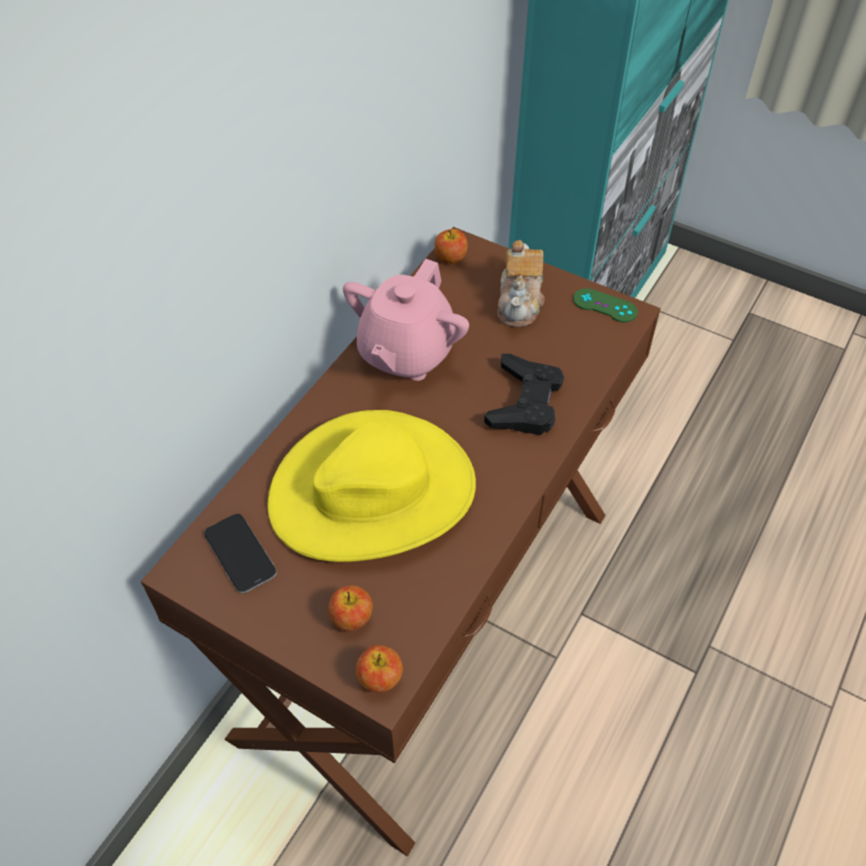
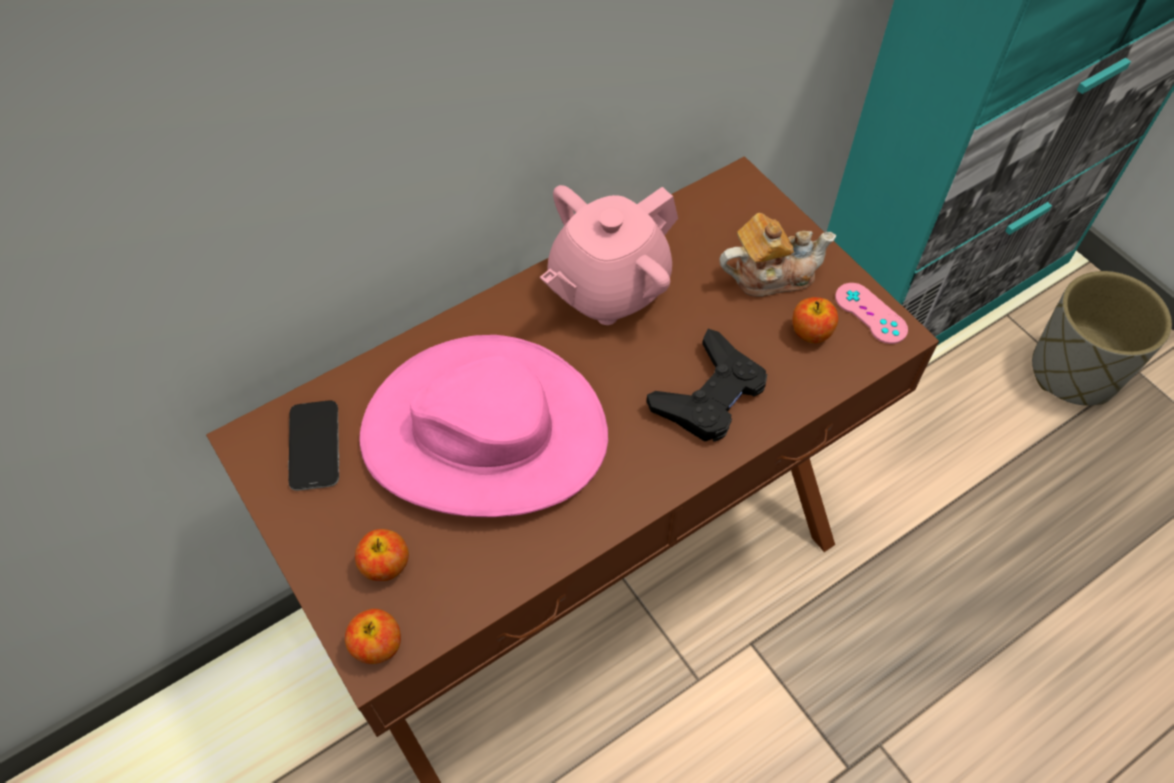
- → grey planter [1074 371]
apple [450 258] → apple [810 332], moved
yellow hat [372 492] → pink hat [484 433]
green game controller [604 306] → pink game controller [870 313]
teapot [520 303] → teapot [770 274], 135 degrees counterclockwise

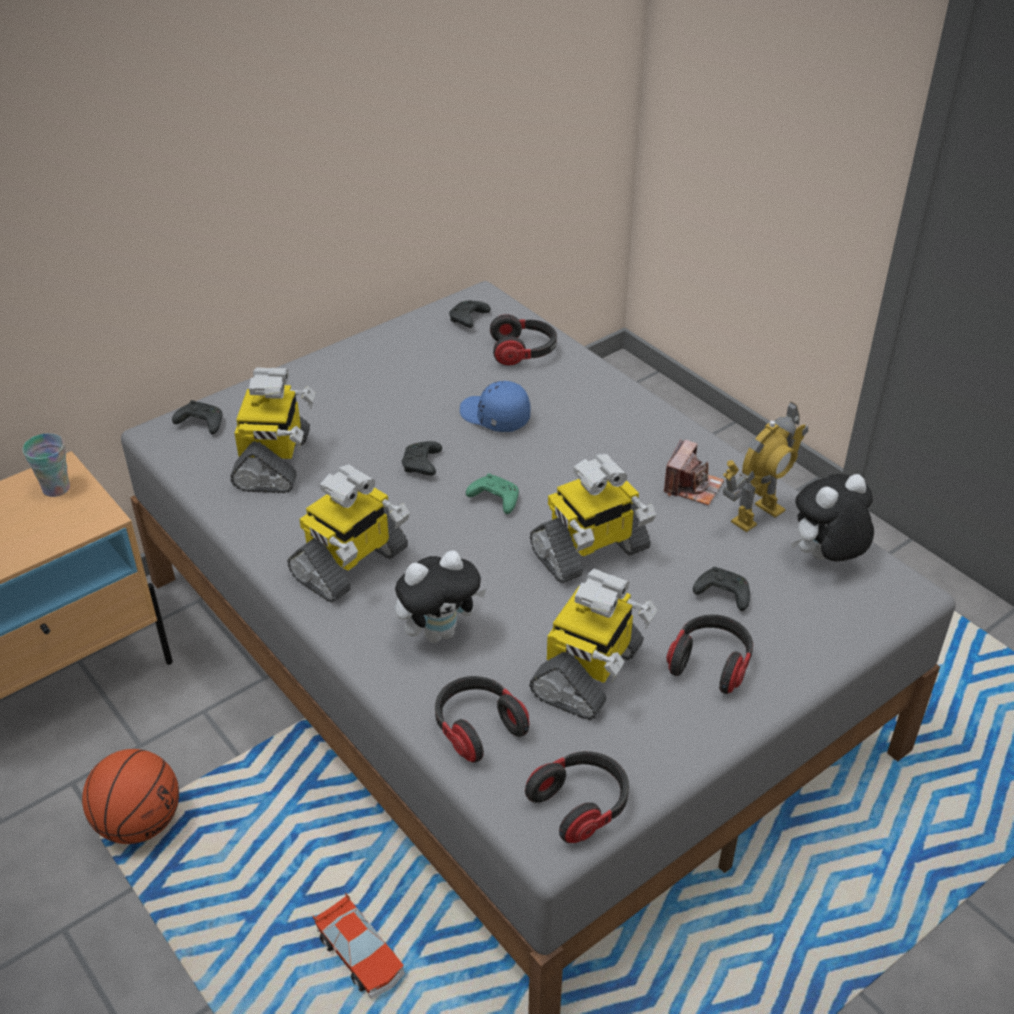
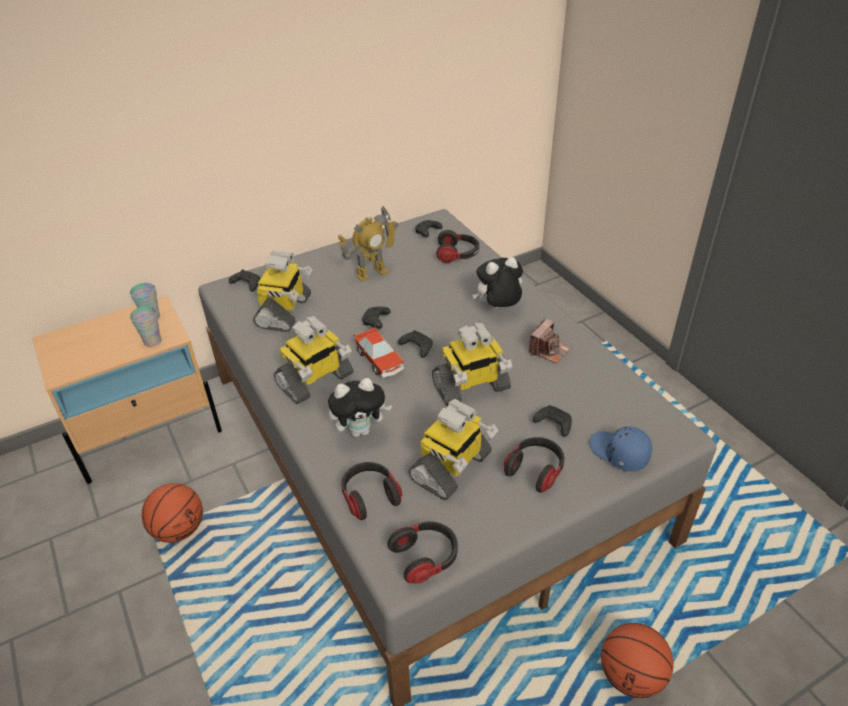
- → cup [152 341]
- → basketball [631 675]
toy car [360 956] → toy car [379 360], moved
blue cap [494 417] → blue cap [618 453], moved
toy robot [756 515] → toy robot [372 273], moved
plush toy [825 559] → plush toy [498 308], moved
green game controller [494 500] → black game controller [416 347]

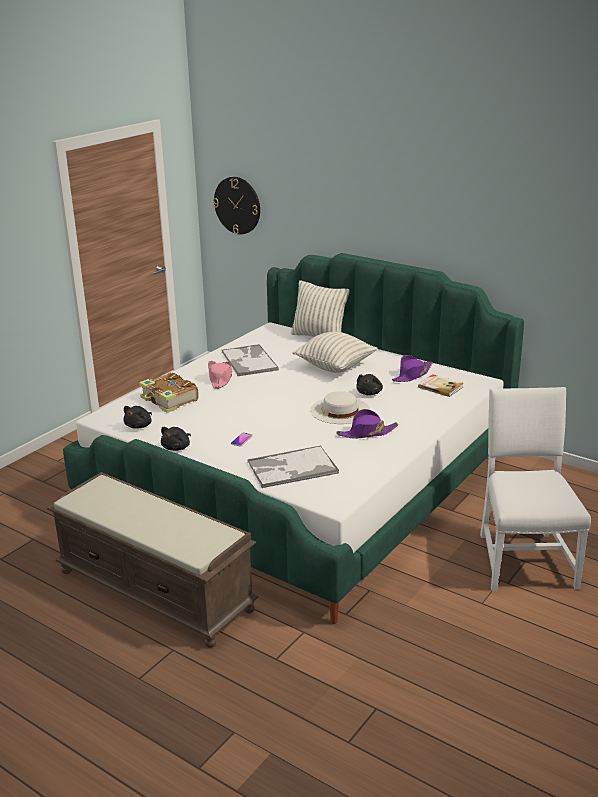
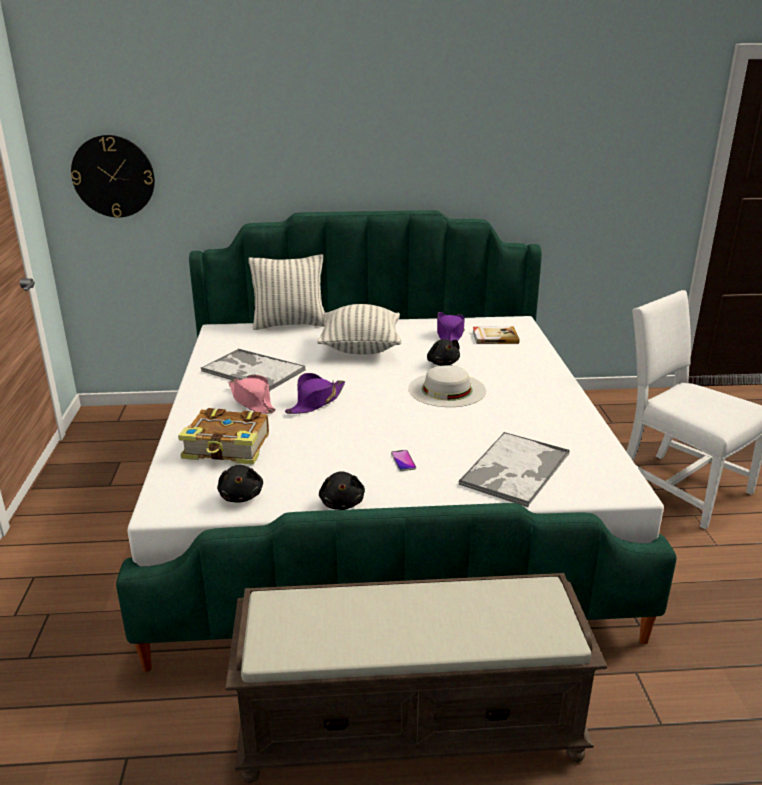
purple hat [367 433] → purple hat [316 402], moved

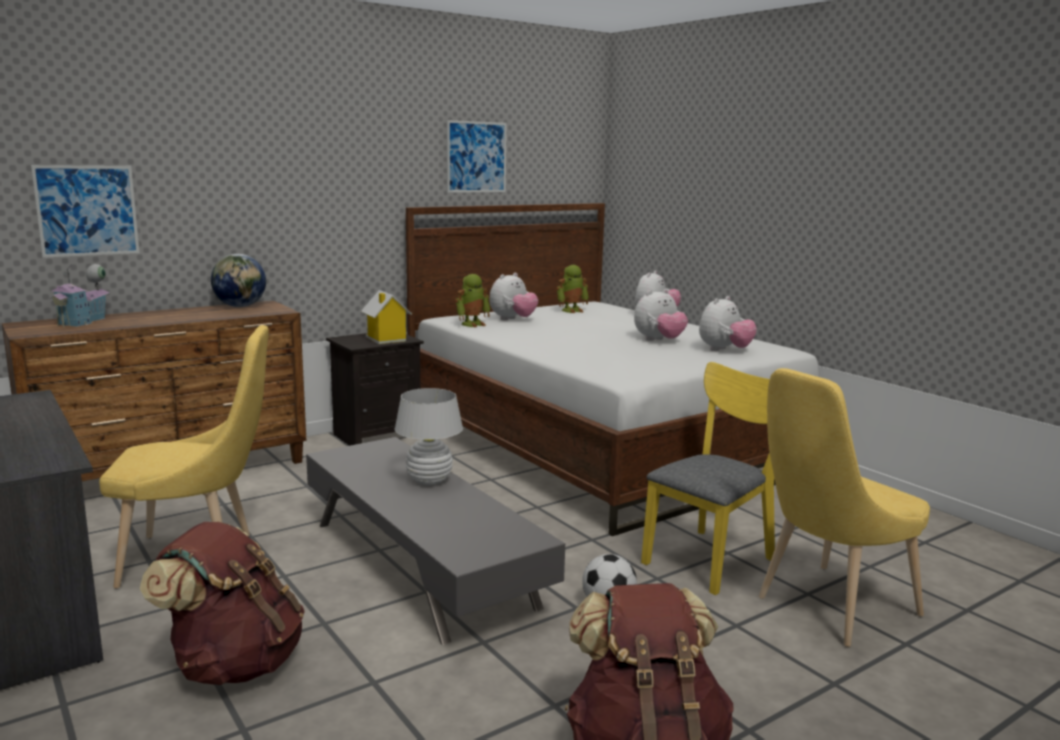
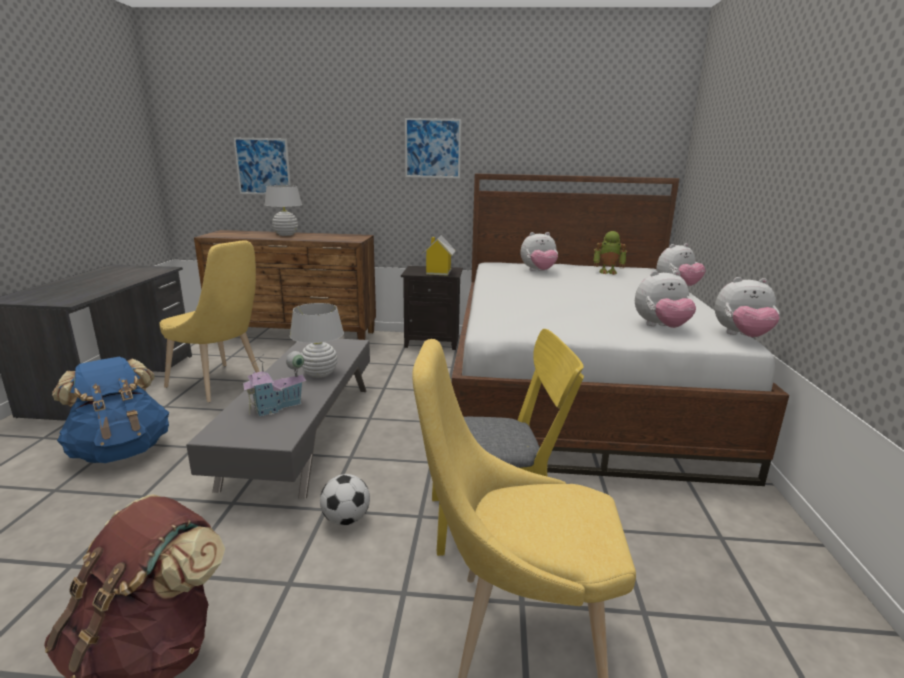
globe [240 306] → -
toy robot [472 324] → -
- → white table lamp [286 235]
toy house [84 322] → toy house [277 407], moved
picture [476 157] → picture [432 148], moved
plush toy [659 341] → plush toy [741 336], moved
brown backpack [233 664] → blue backpack [121 450]

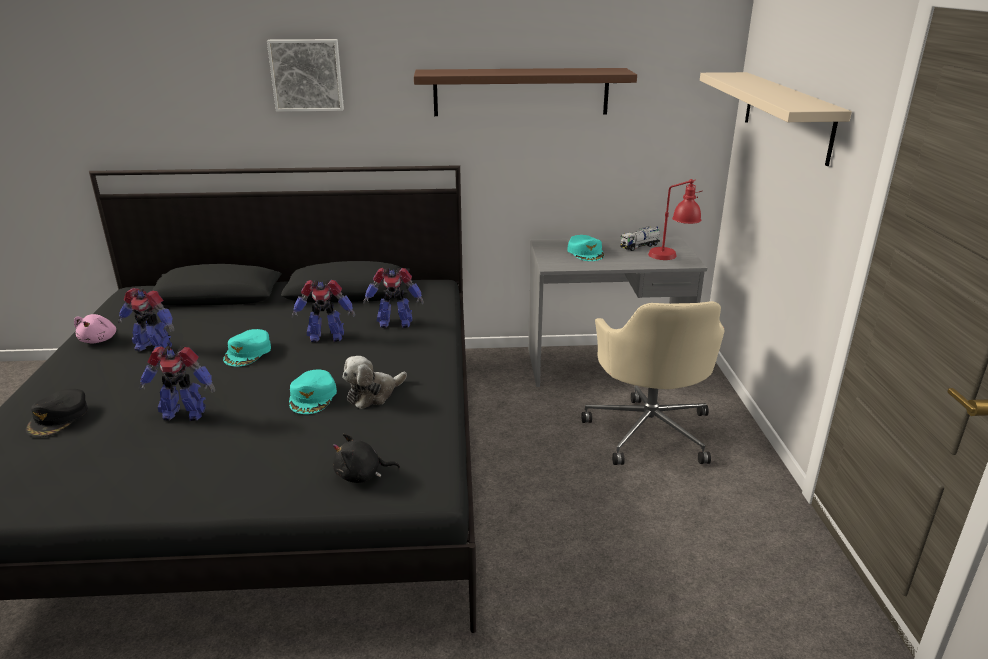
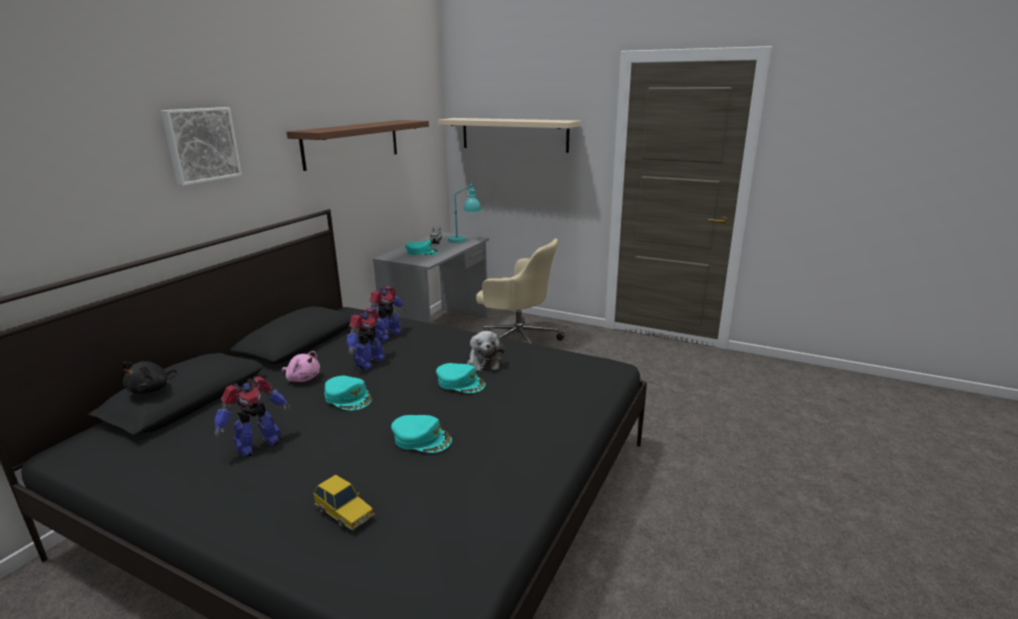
pink plush toy [99 340] → pink plush toy [303 378], moved
black plush toy [361 475] → black plush toy [151 389], moved
black cap [59 418] → toy car [345 512]
toy robot [184 413] → turquoise cap [422 438]
red table lamp [672 258] → turquoise table lamp [465 240]

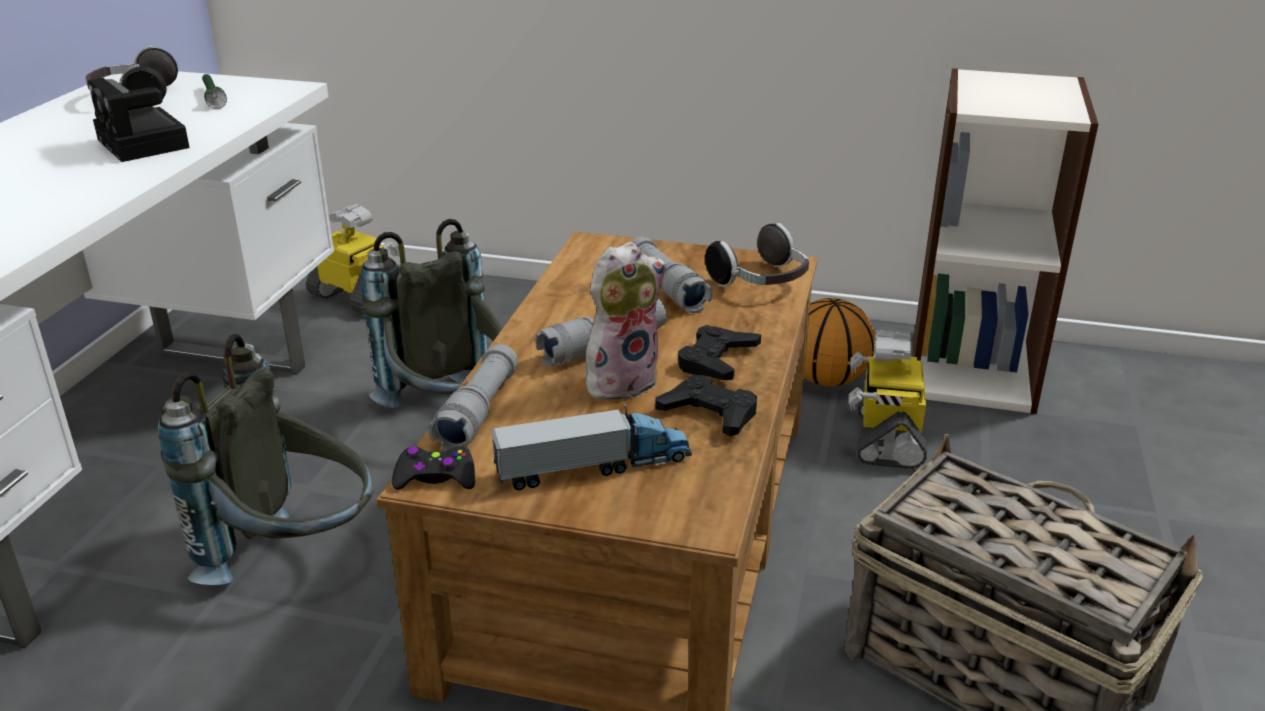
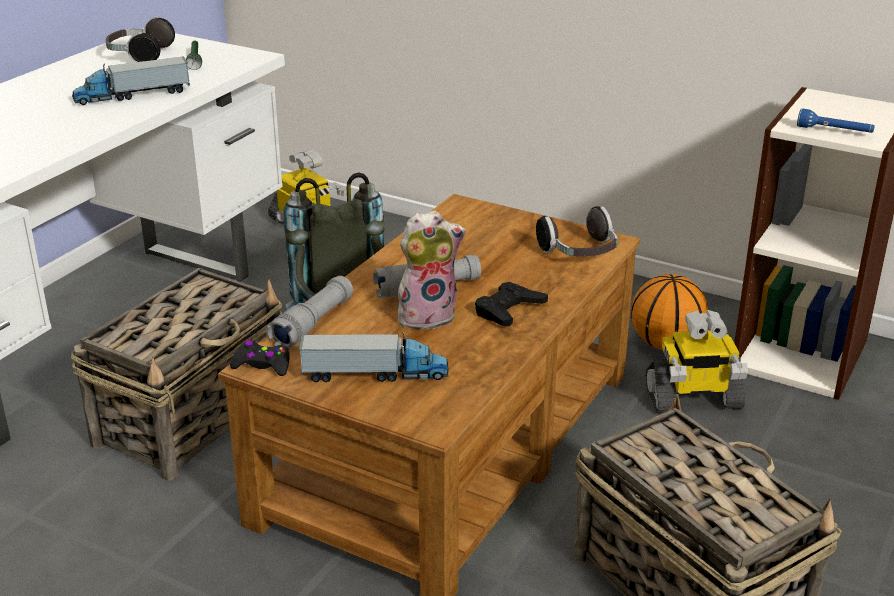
grey flashlight [666 288] → -
black game controller [709 413] → -
- → blue flashlight [834 131]
photo camera [145 145] → toy truck [132 95]
grey backpack [294 556] → basket [193 416]
toy robot [886 437] → toy robot [693 399], 120 degrees counterclockwise

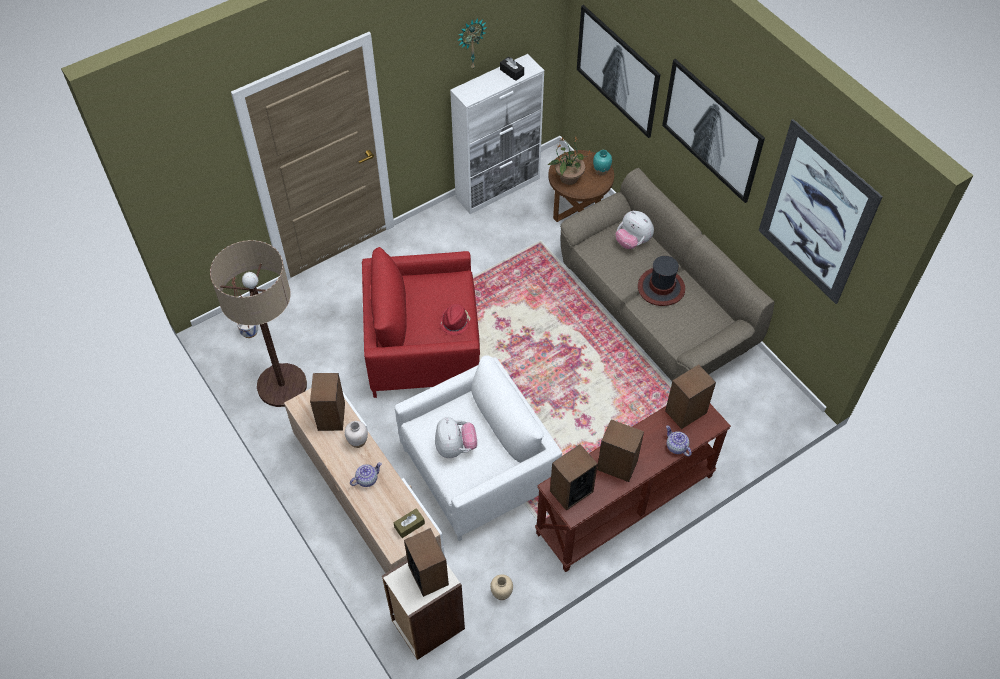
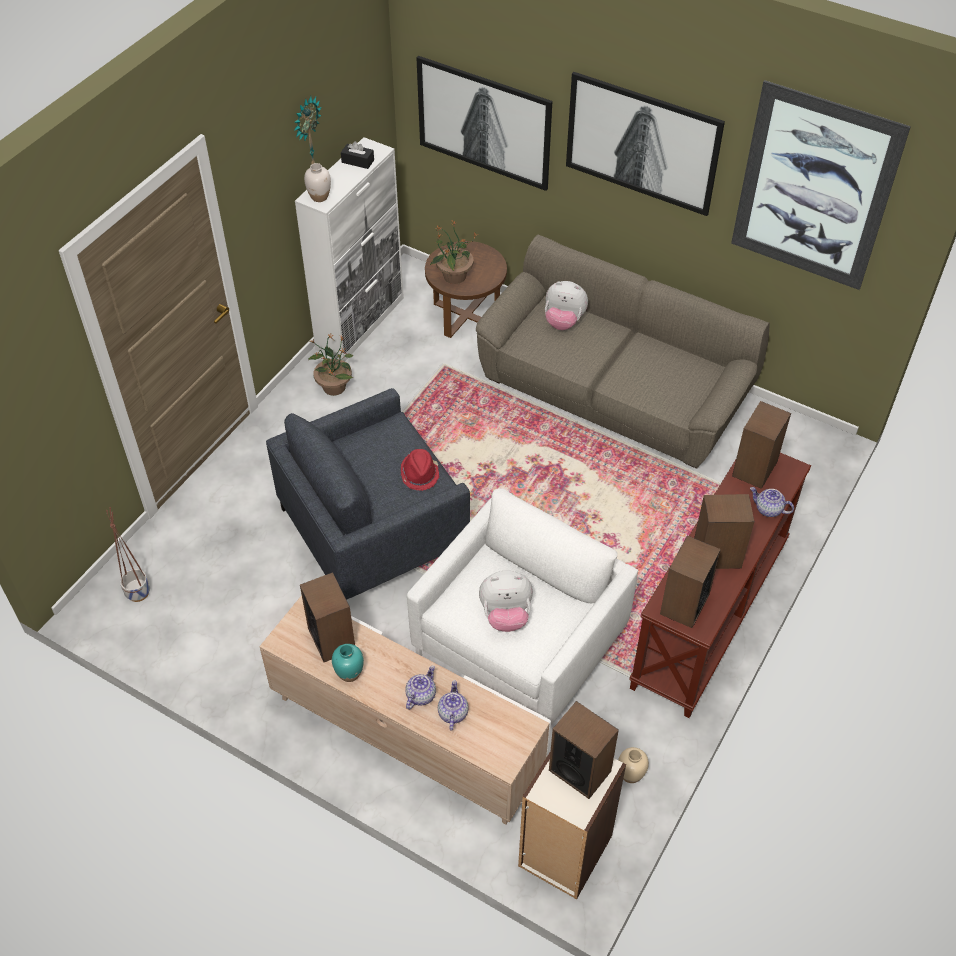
floor lamp [282 385] → -
brown tissue box [409 525] → -
hat [661 288] → -
- → potted plant [334 386]
- → teapot [452 713]
white vase [358 442] → white vase [319 197], moved
turquoise vase [601 171] → turquoise vase [349 673], moved
red armchair [423 347] → grey armchair [372 530]
plush toy [455 447] → plush toy [506 615], 120 degrees clockwise

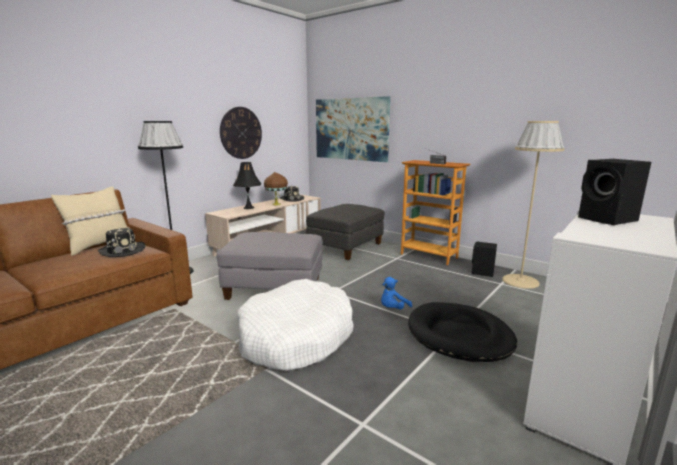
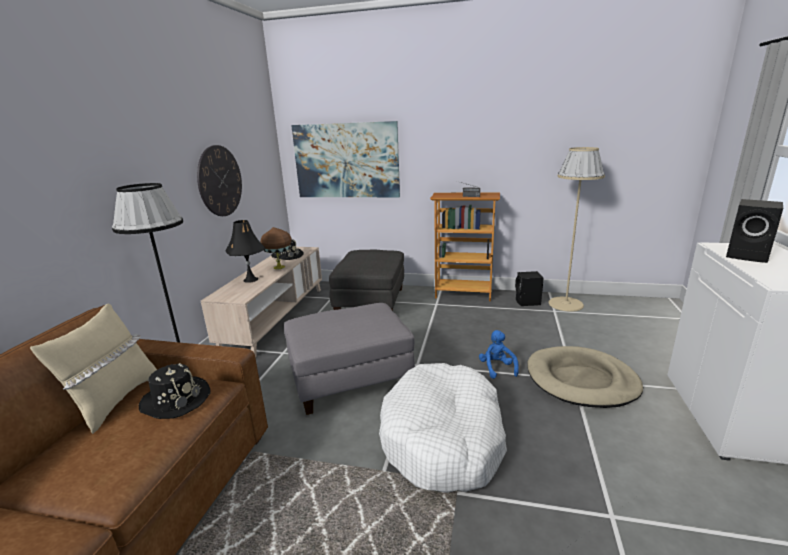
black dog bed [459 335] → beige dog bed [581 380]
blue plush toy [393 309] → blue plush toy [497 368], 150 degrees clockwise

